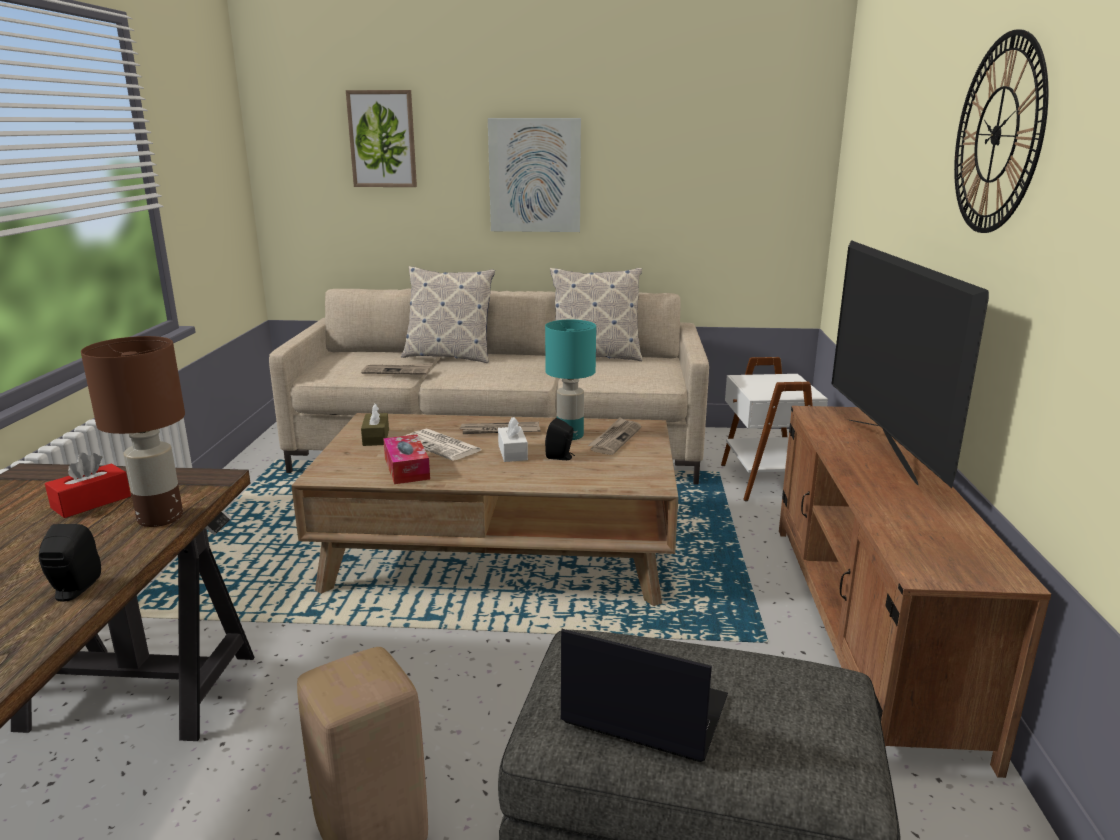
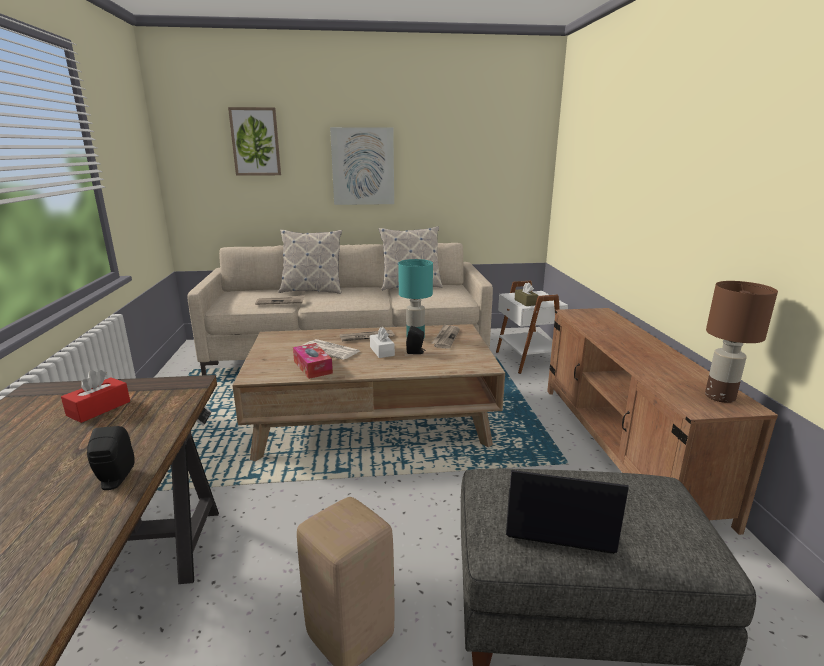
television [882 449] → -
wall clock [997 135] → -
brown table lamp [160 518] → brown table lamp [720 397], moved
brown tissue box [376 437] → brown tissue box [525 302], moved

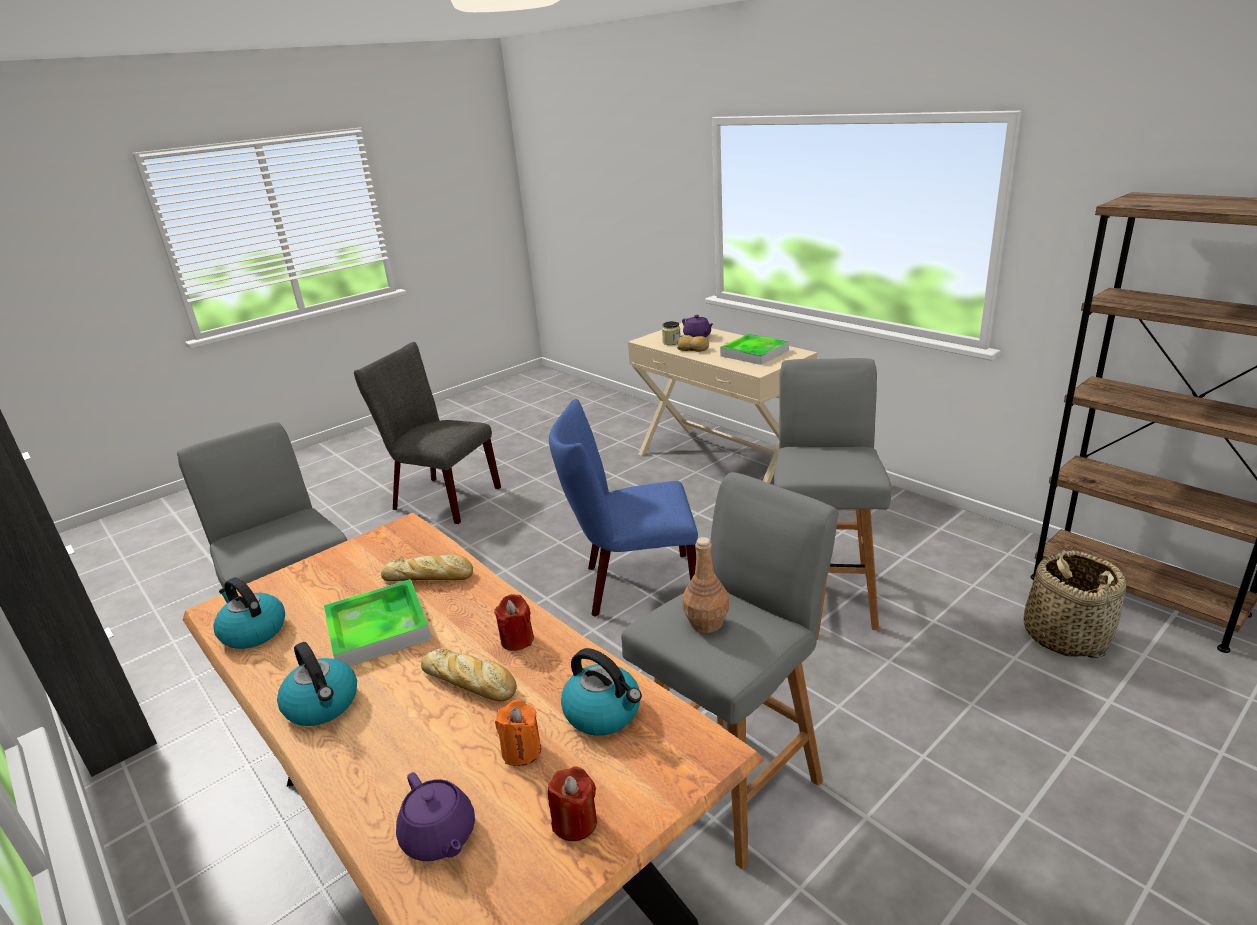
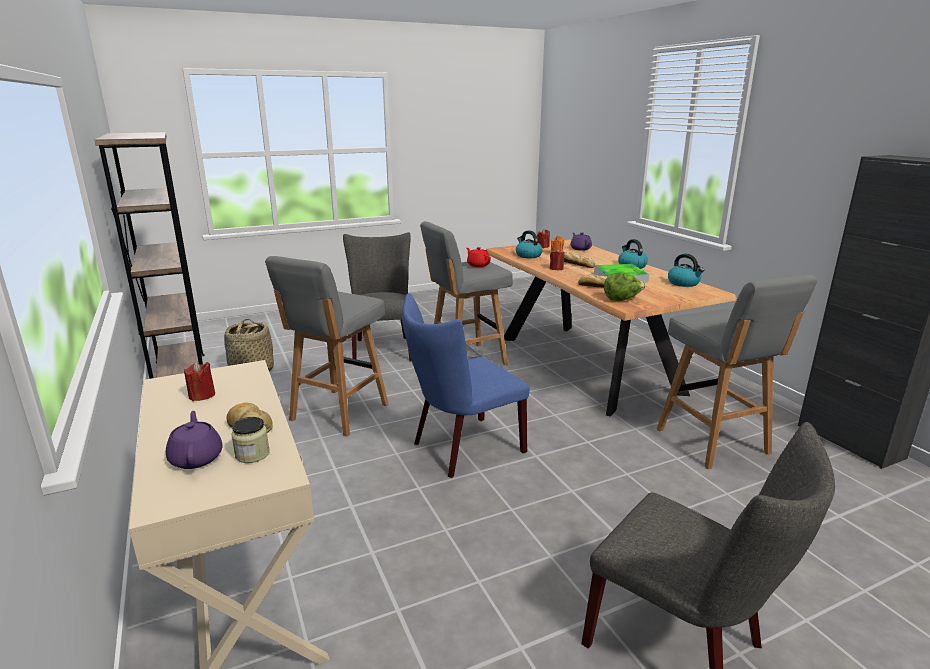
- → grey chair [382 348]
- → lettuce [622 299]
brown bottle [707 623] → red teapot [478 265]
tray [754 353] → red candle [202 395]
blue chair [632 586] → blue chair [462 449], 135 degrees clockwise

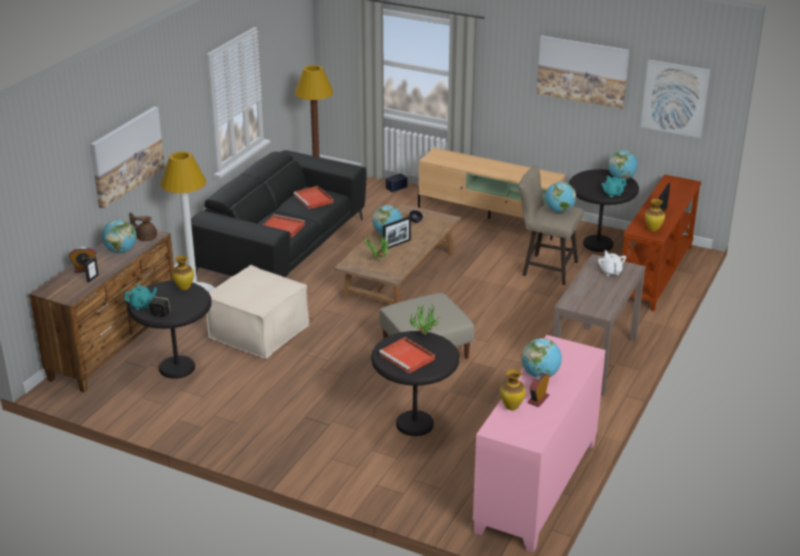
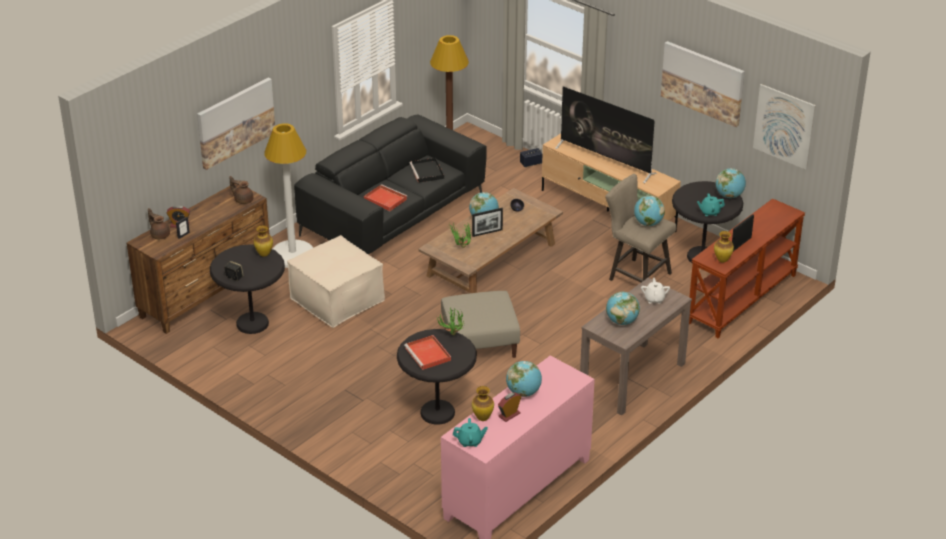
- → brown teapot [160 235]
- → television [606 160]
globe [121 251] → globe [622 321], moved
turquoise teapot [142 305] → turquoise teapot [470 441], moved
red tray [314 199] → black tray [427 172]

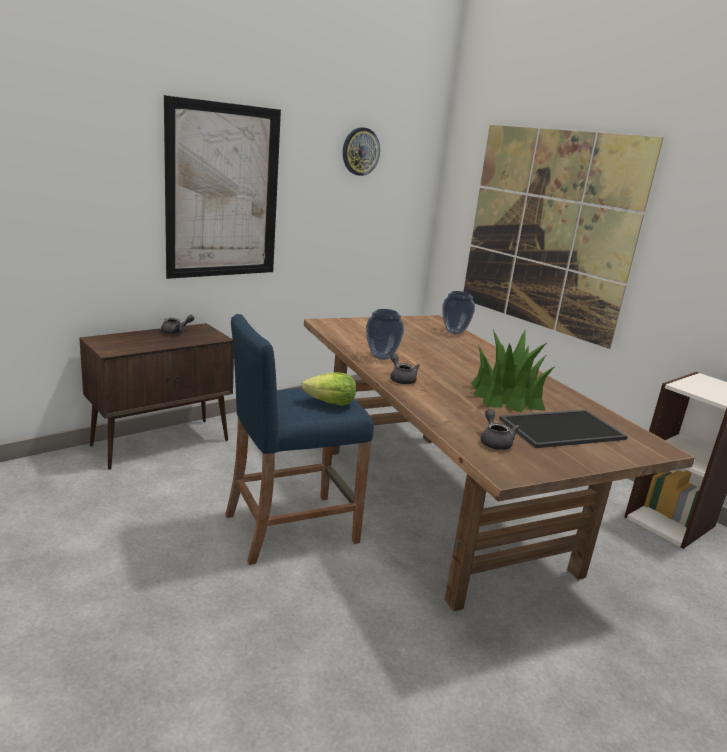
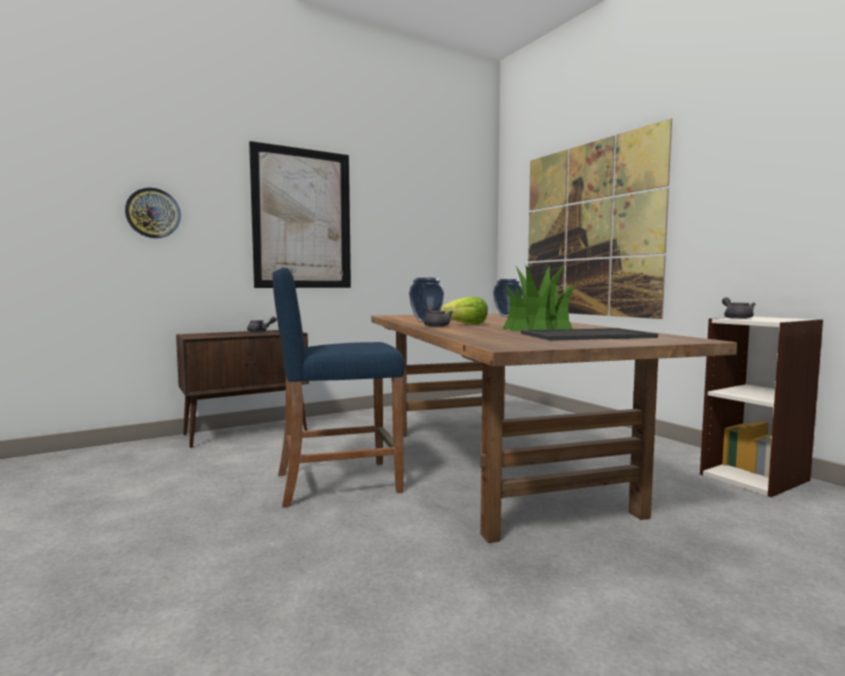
lettuce [330 403] → lettuce [466 324], moved
wall clock [360 151] → wall clock [153 213], moved
grey teapot [495 442] → grey teapot [736 317], moved

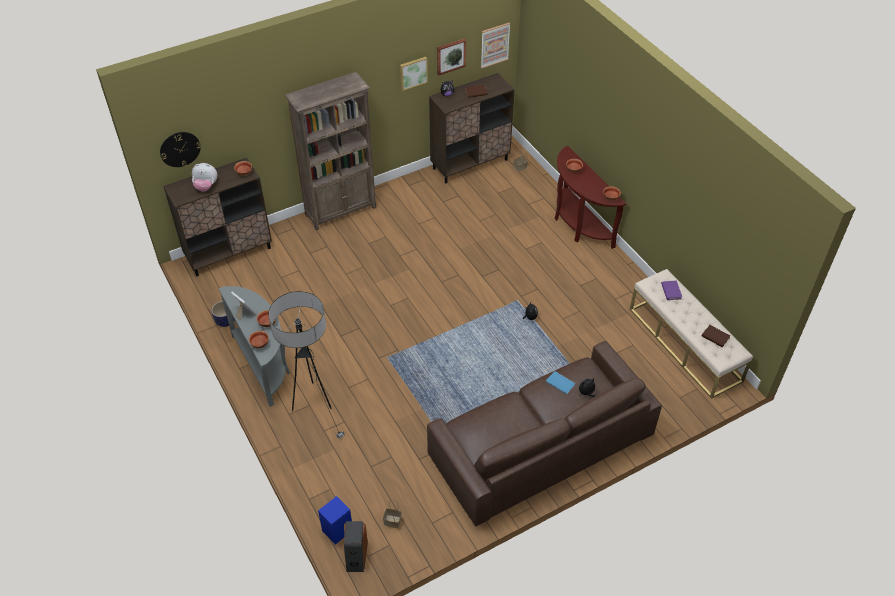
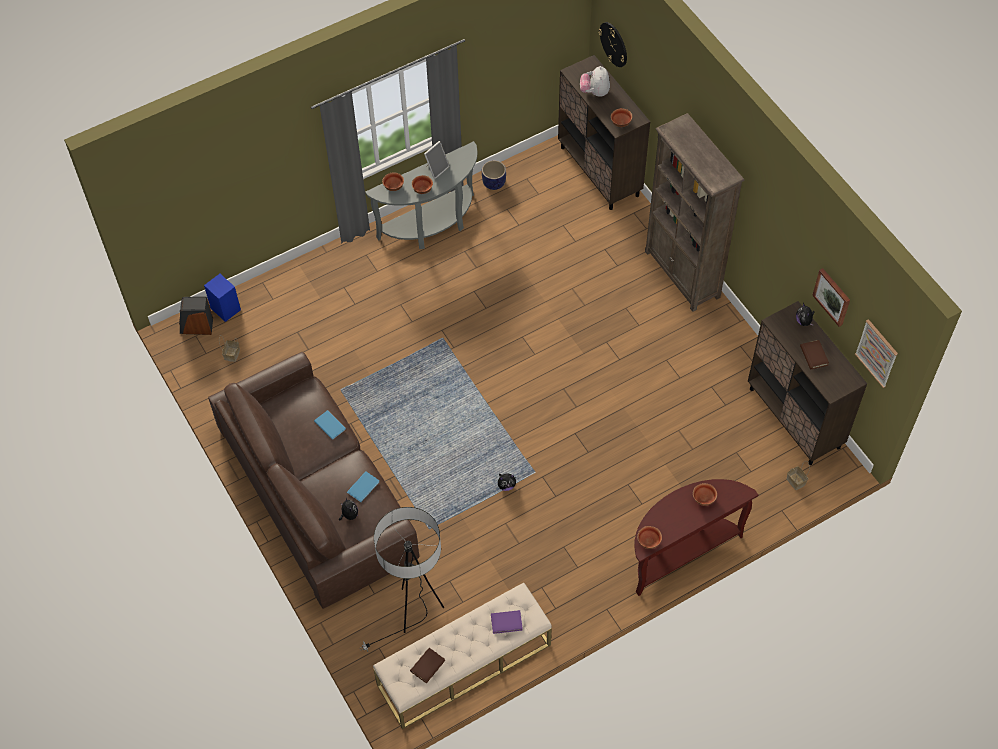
picture [413 72] → -
- → blue book [330 424]
floor lamp [314 404] → floor lamp [414 613], moved

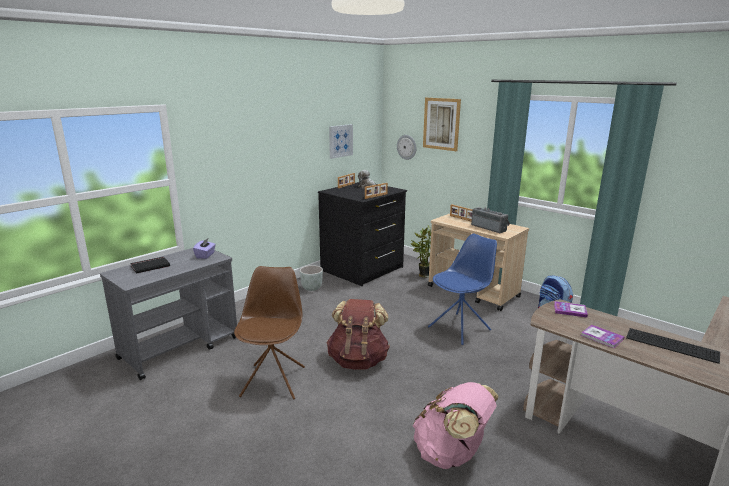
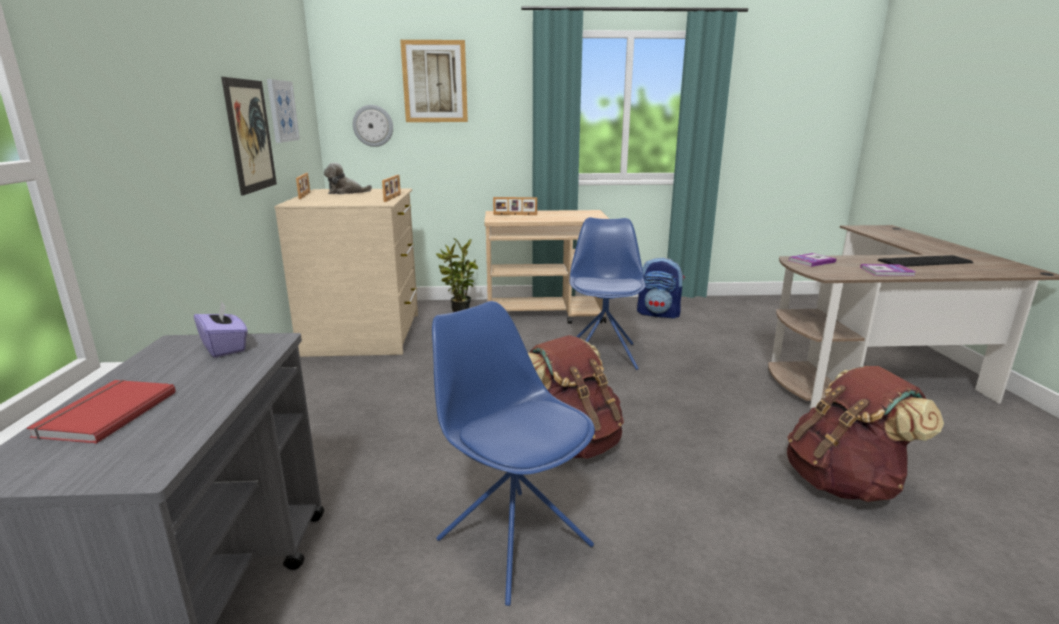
grey planter [312 288] → -
radio [489 228] → -
- → picture [250 136]
black book [150 266] → red book [104 414]
brown chair [274 380] → blue chair [512 541]
black dresser [363 269] → beige dresser [365 334]
pink backpack [451 454] → brown backpack [844 482]

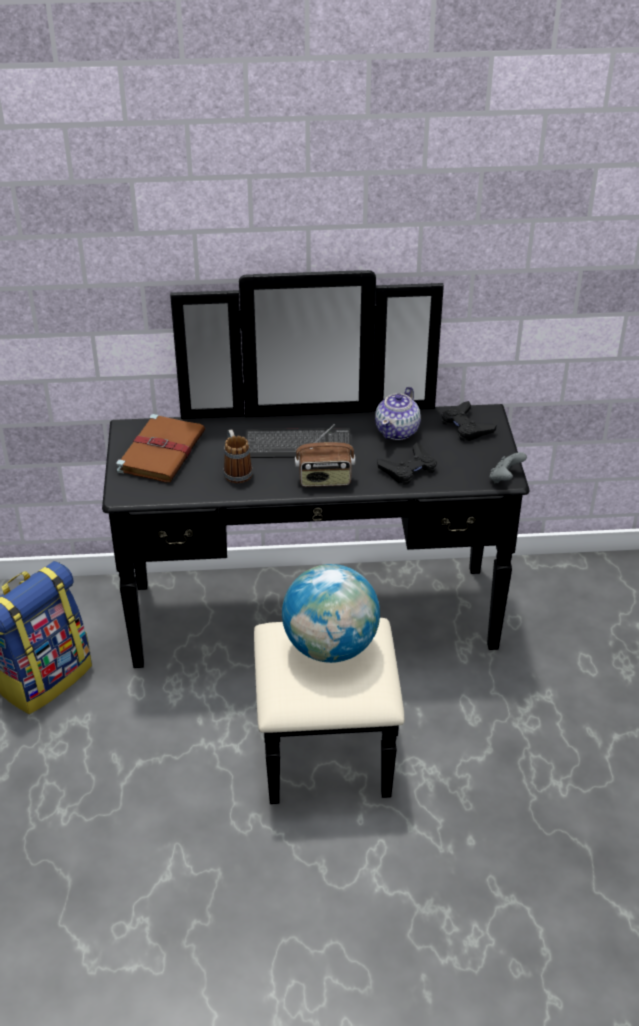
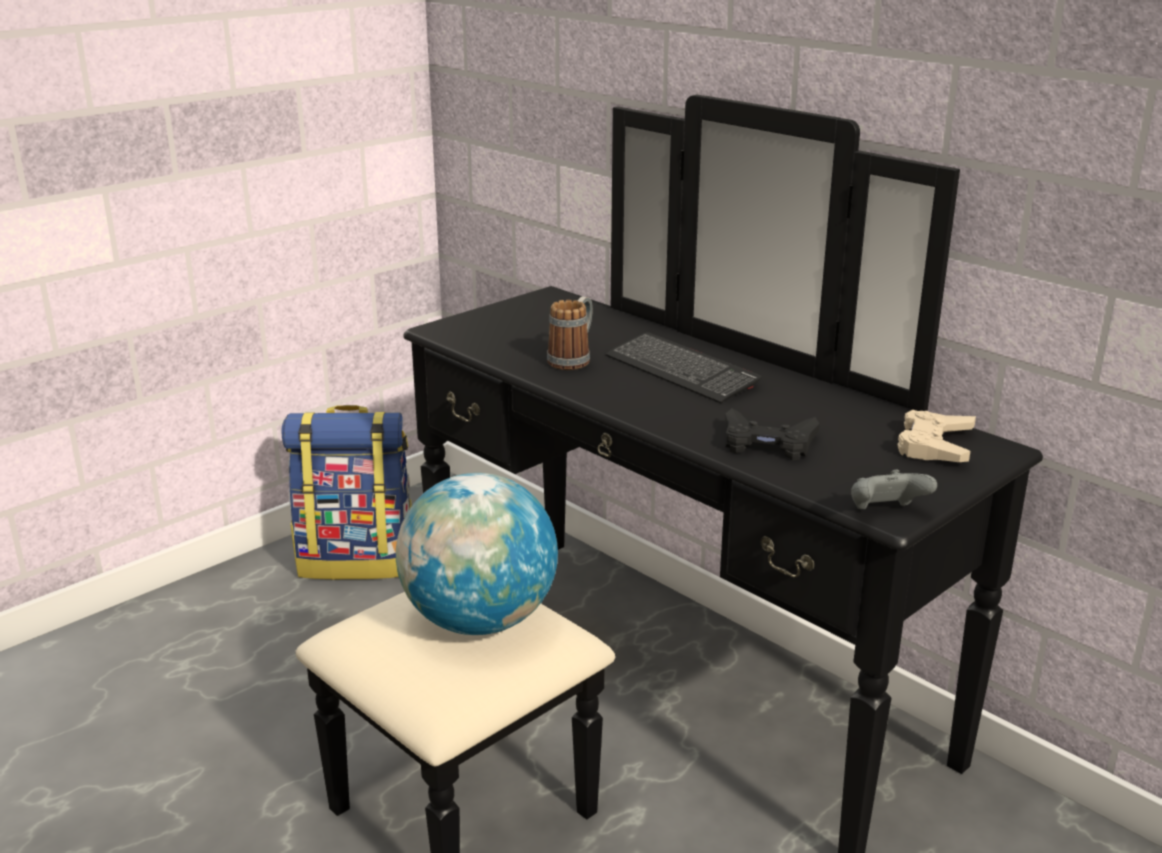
brown book [162 451] → -
radio [325 480] → -
teapot [397 431] → -
black game controller [466 426] → beige game controller [934 445]

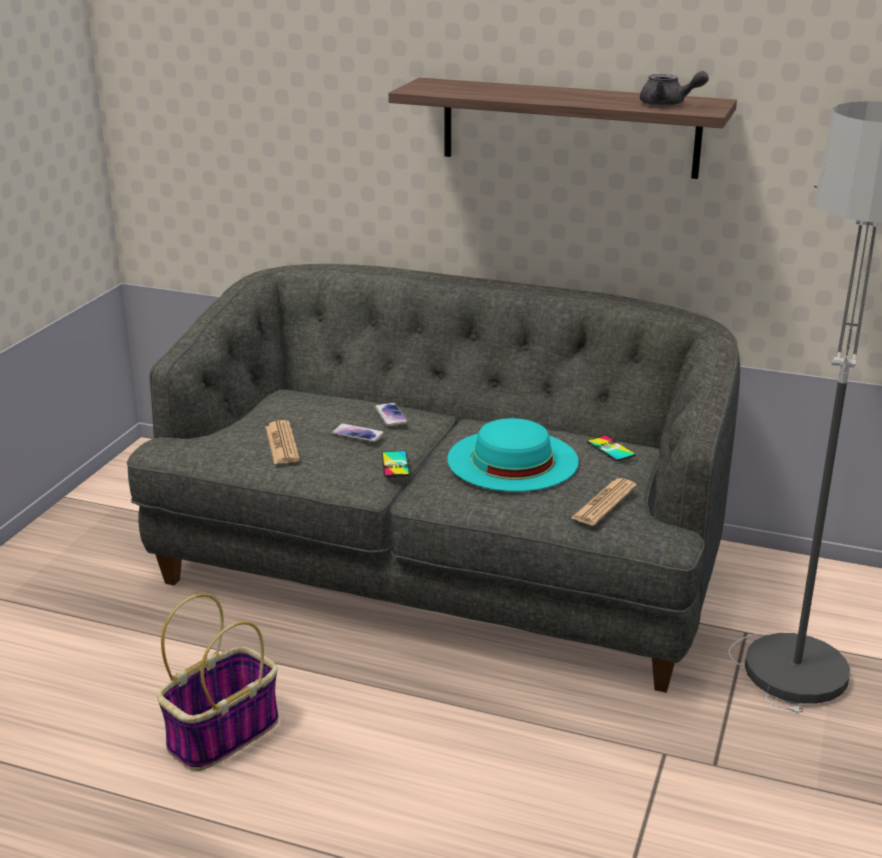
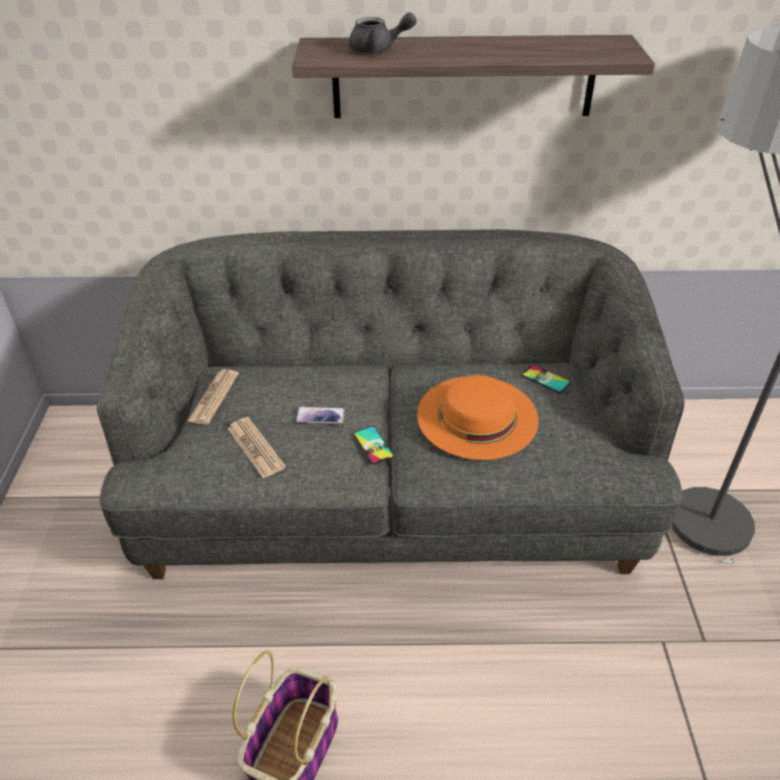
phone [390 415] → -
newspaper [604 503] → newspaper [214 397], moved
grey teapot [668 104] → grey teapot [378 50], moved
turquoise hat [512 460] → orange hat [477 416]

